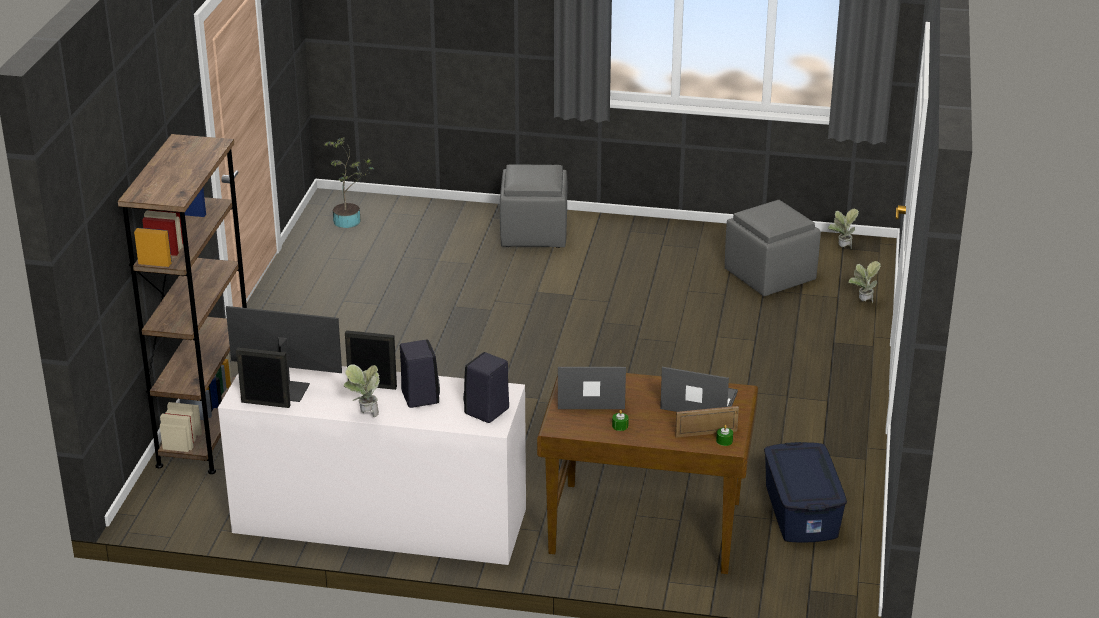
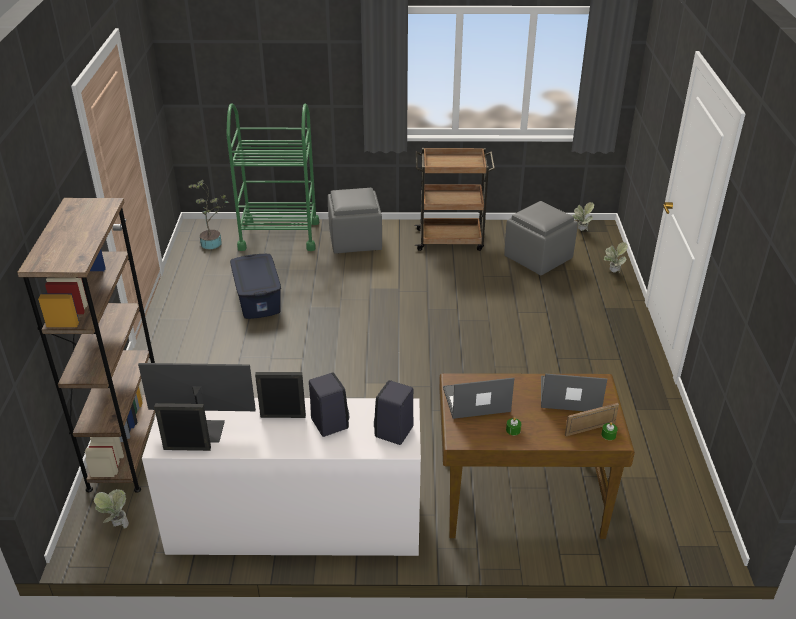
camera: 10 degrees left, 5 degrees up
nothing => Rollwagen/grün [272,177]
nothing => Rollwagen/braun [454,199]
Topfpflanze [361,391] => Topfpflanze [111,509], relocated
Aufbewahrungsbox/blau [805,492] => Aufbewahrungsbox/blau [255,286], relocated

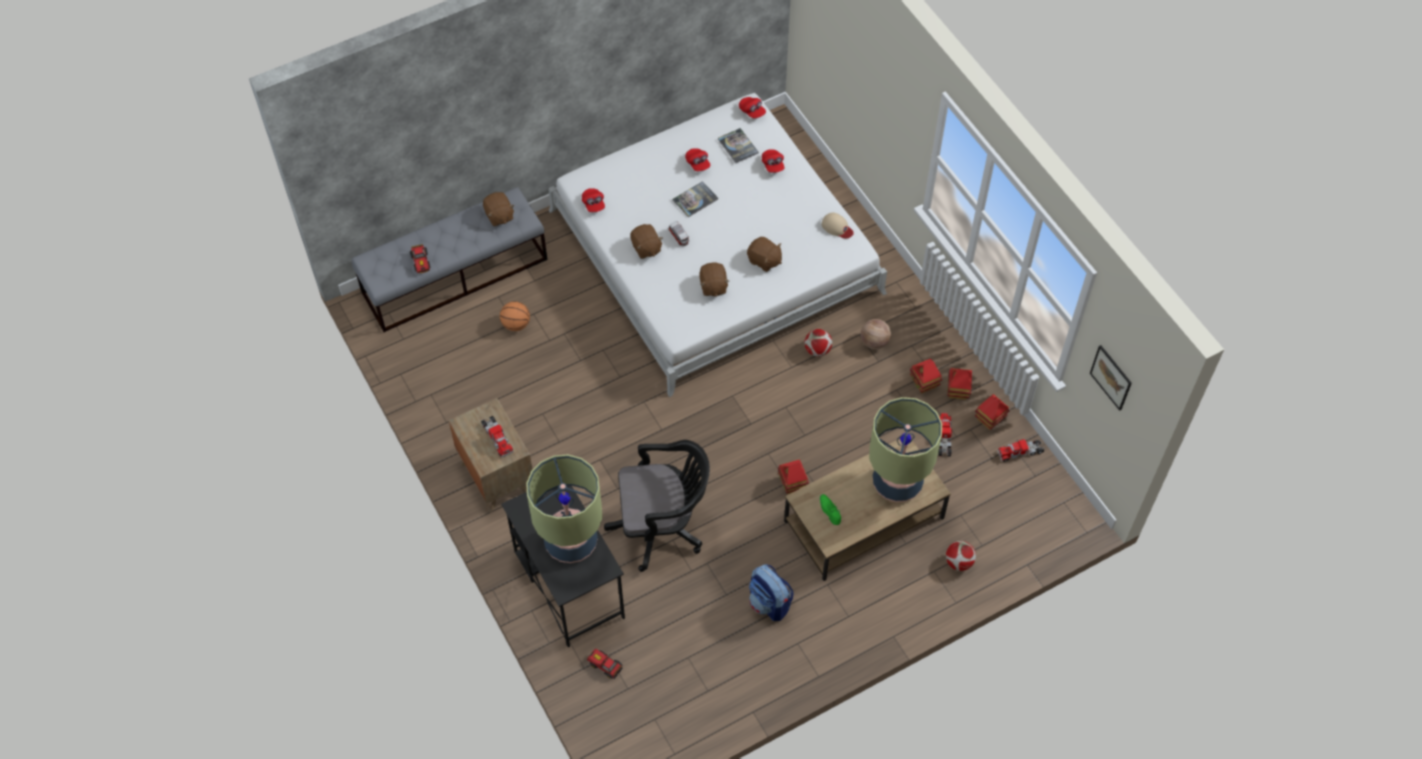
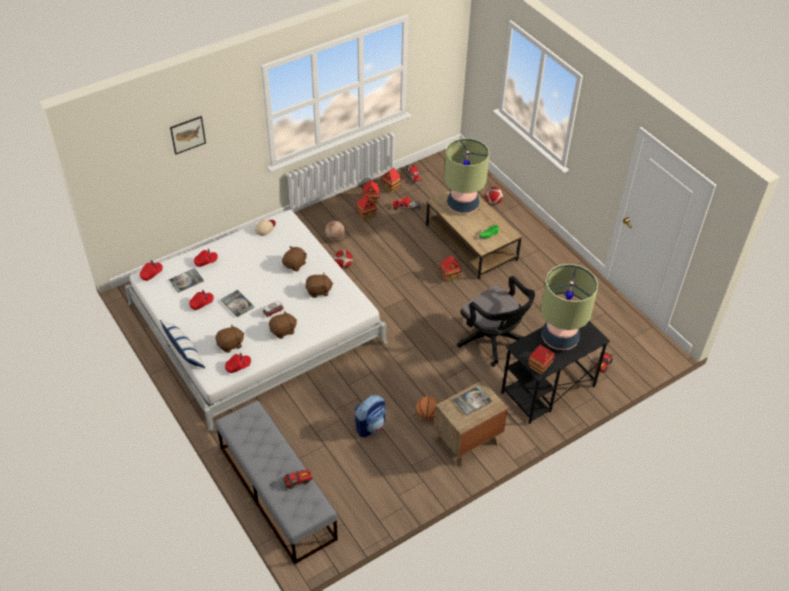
camera: 95 degrees left, 10 degrees down
nothing => Kissen [182,344]
nothing => Spielzeughaus [541,359]
Plüschtier/braun [498,209] => Plüschtier/braun [230,338], relocated
Basketball [515,316] => Basketball [427,408], relocated
Rucksack [771,592] => Rucksack [370,416], relocated
Bild [1111,378] => Bild [188,135], relocated
Spielzeuglaster [497,437] => Buch [472,401]
Bürostuhl/schwarz [657,506] => Bürostuhl/schwarz [496,321], 150 degrees clockwise

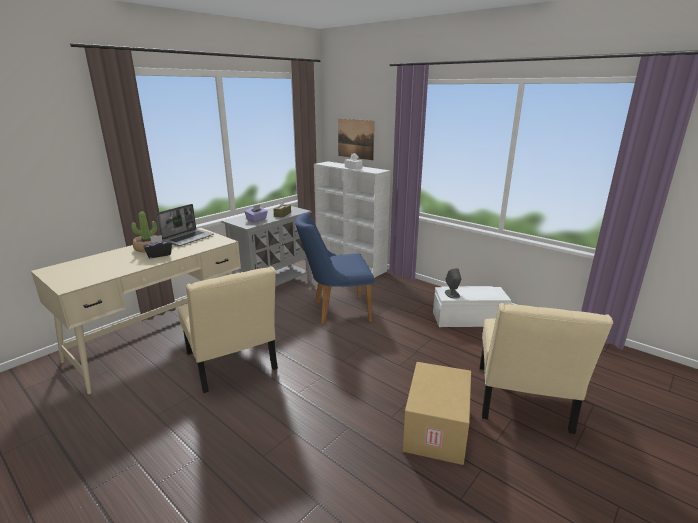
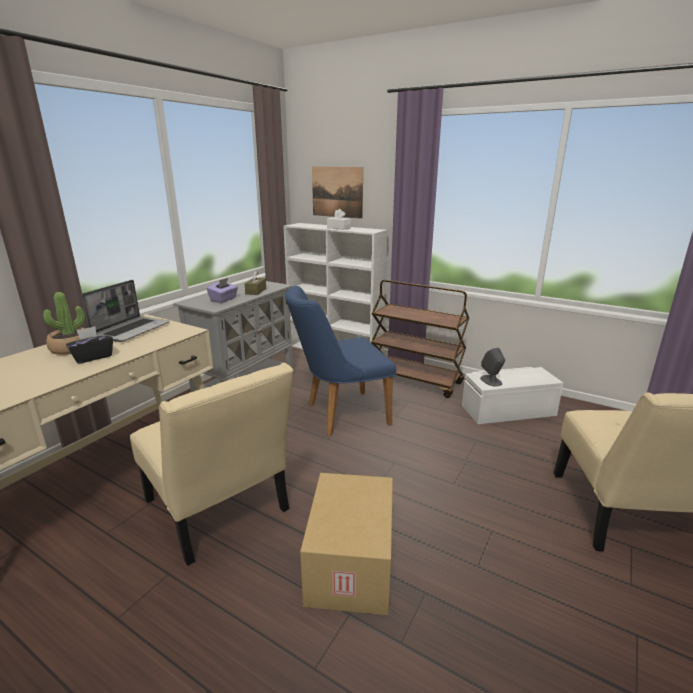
camera: 10 degrees left, 0 degrees up
nothing => Rollwagen/braun [420,339]
Karton [436,413] => Karton [346,544], relocated

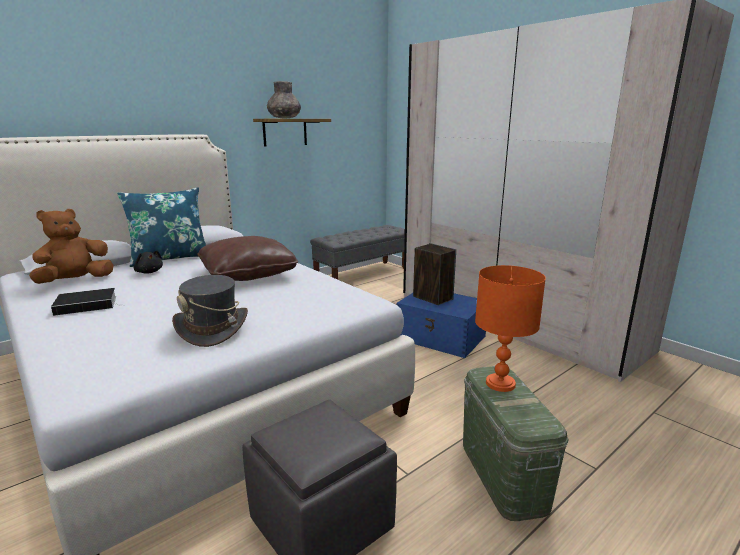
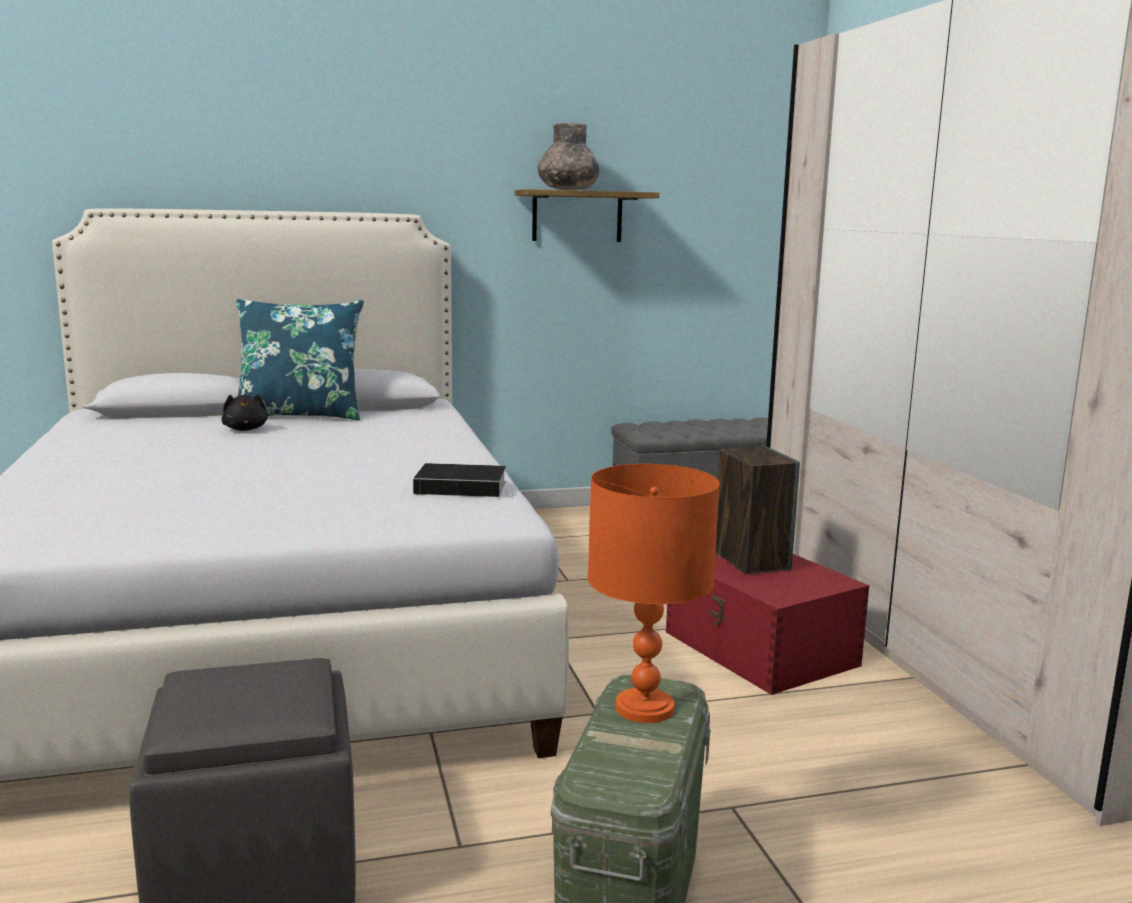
camera: 25 degrees right, 5 degrees down
Plüschtier/braun [71,246] => nothing
Hut/grau [210,311] => nothing
Kissen/braun [247,258] => nothing
Buch [87,302] => Buch [464,480], relocated
Aufbewahrungsbox/blau [441,325] => Aufbewahrungsbox/rot [767,624]

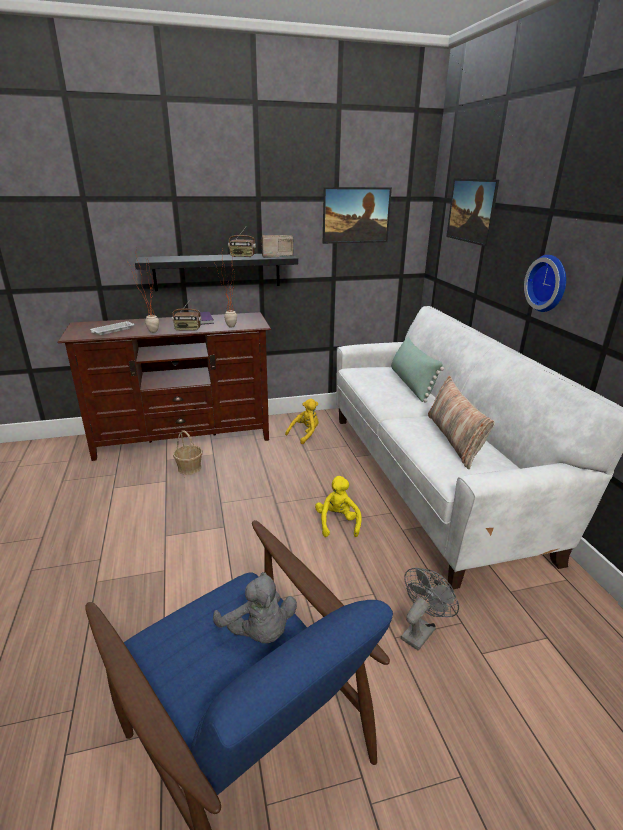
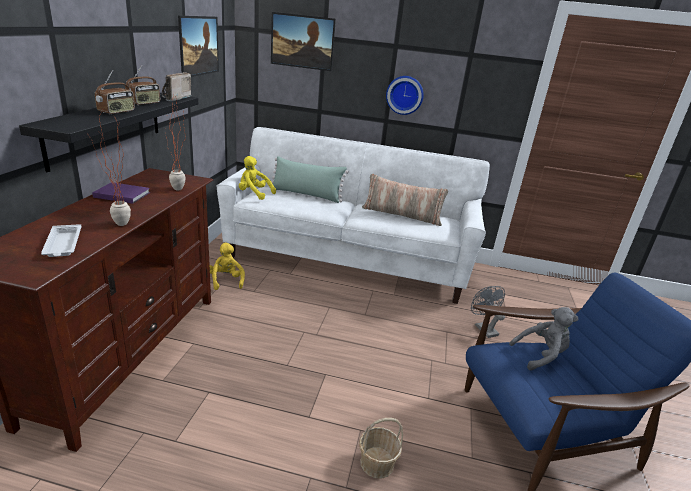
camera: 65 degrees left, 0 degrees up
Radio [187,315] => Radio [115,92], relocated
Korb [188,453] => Korb [381,448], relocated
Plüschtier/gelb [338,506] => Plüschtier/gelb [257,178], relocated

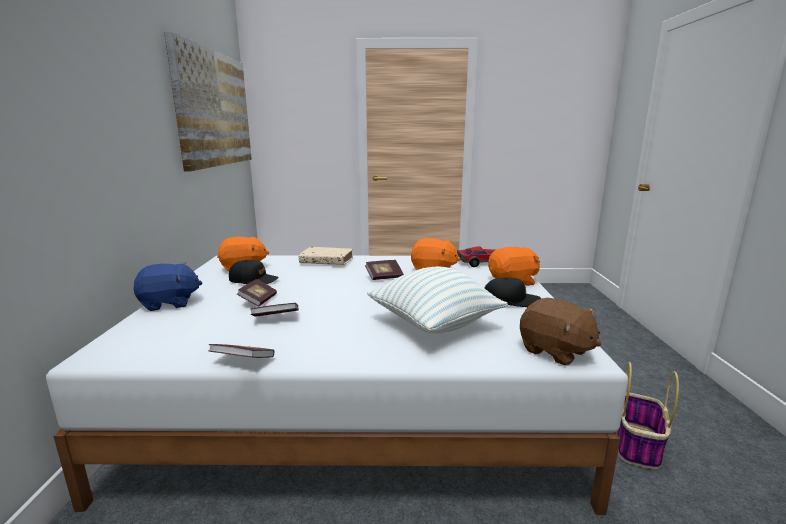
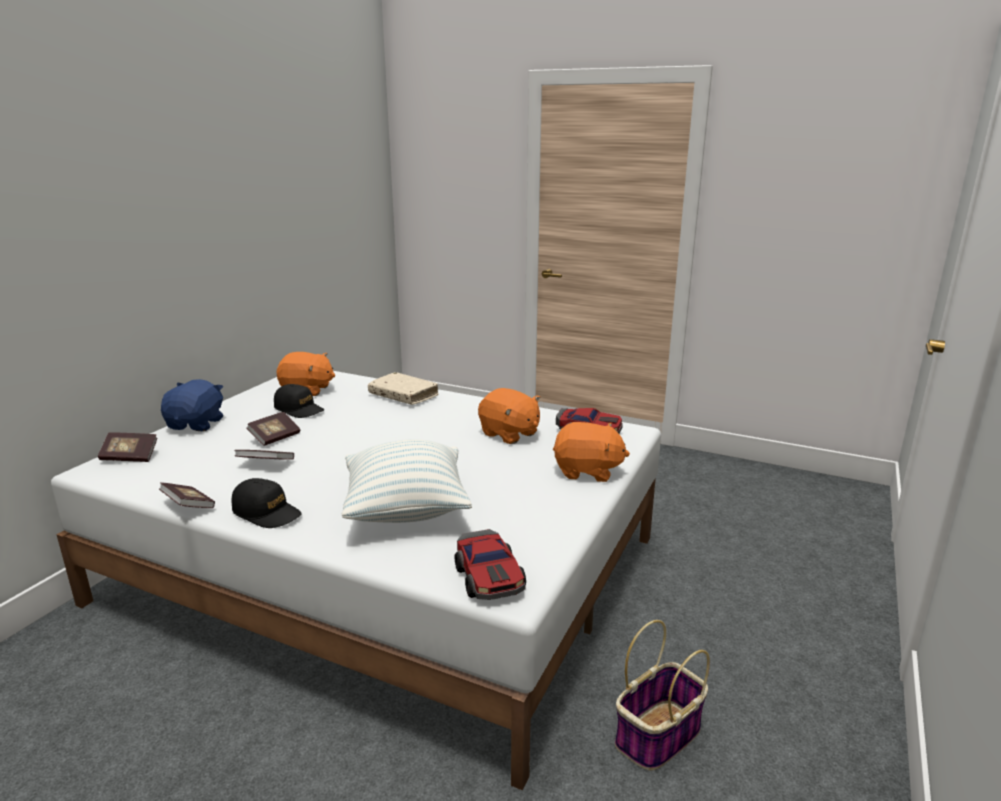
camera: 25 degrees right, 5 degrees up
Bild [208,101] => nothing
Buch [384,270] => Buch [127,447], relocated
Kappe/schwarz [513,292] => Kappe/schwarz [266,503], relocated
Plüschtier/braun [560,332] => Spielzeugauto [490,564]
Plüschtier/blau [168,287] => Plüschtier/blau [192,405], 90 degrees counterclockwise

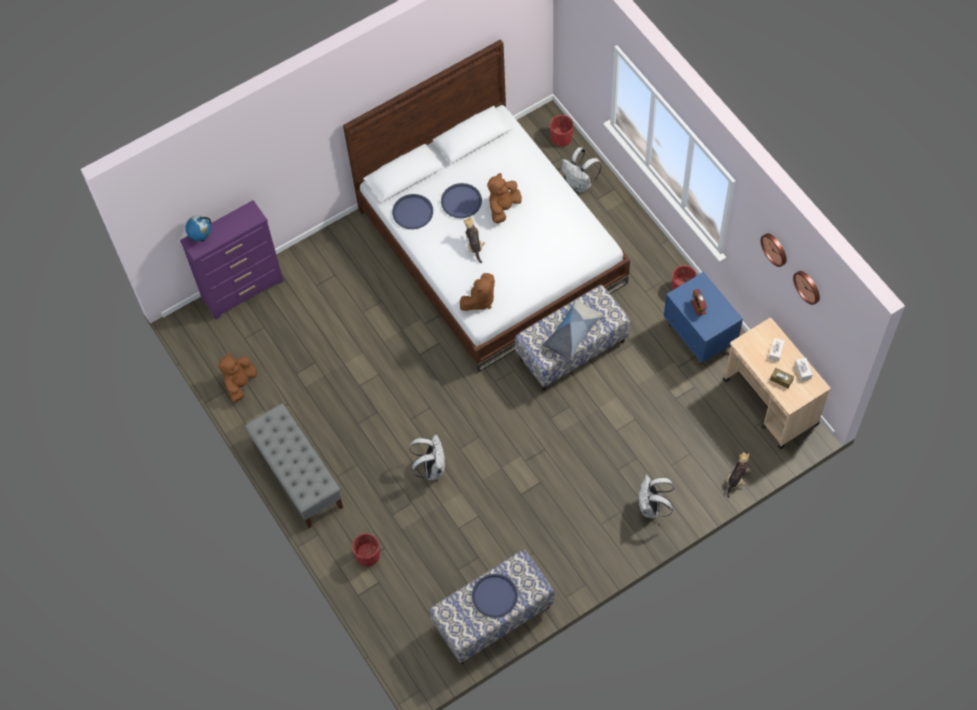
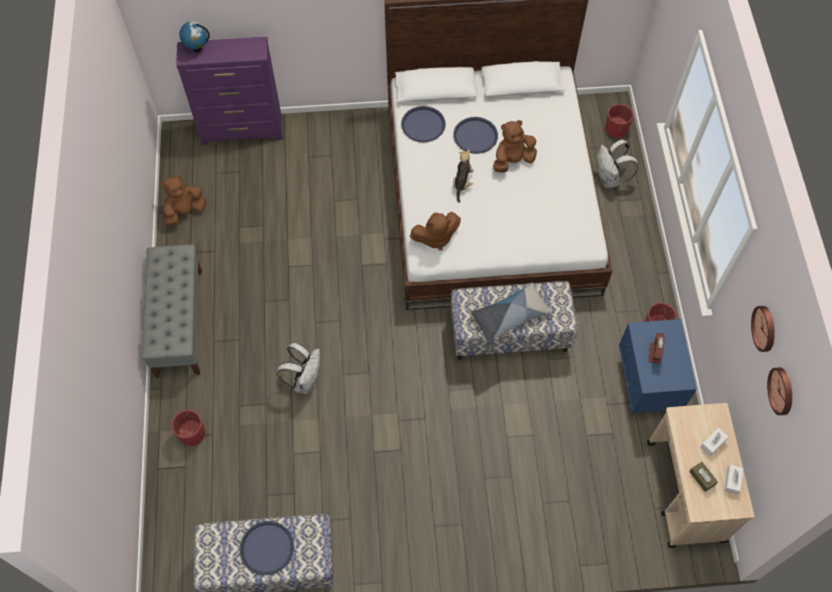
camera: 25 degrees right, 0 degrees up
Rucksack/weiß [656,496] => nothing
Plüschtier [739,475] => nothing

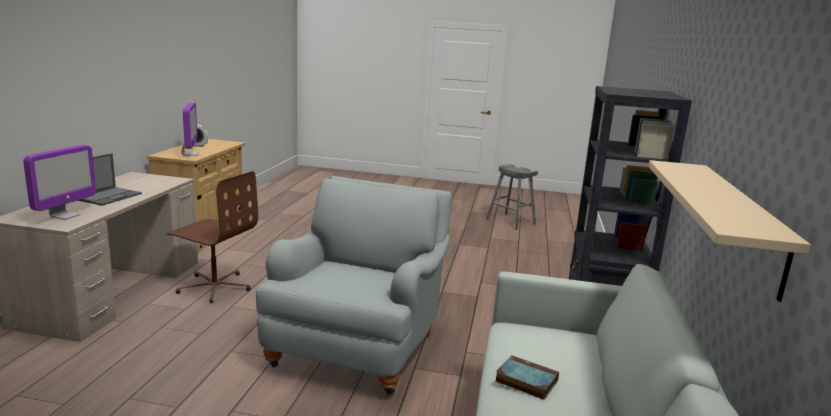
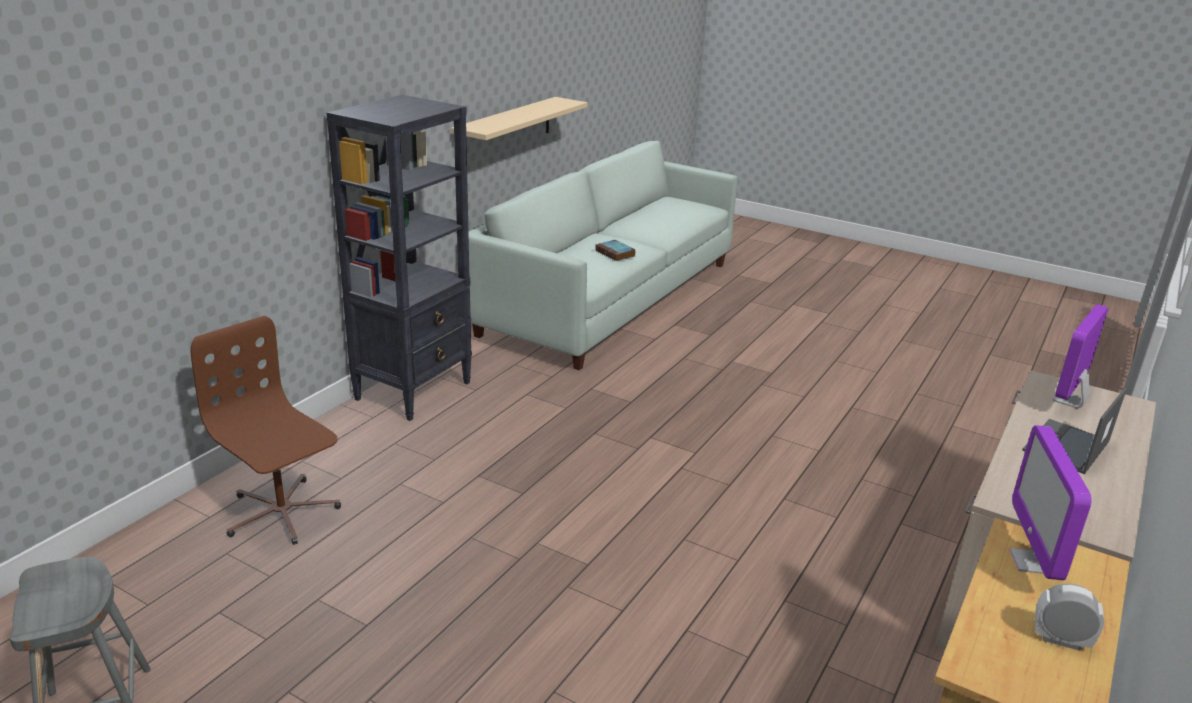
camera: 160 degrees left, 10 degrees up
Sessel/grau [354,285] => nothing
Bürostuhl/braun [212,237] => Bürostuhl/braun [266,430], relocated

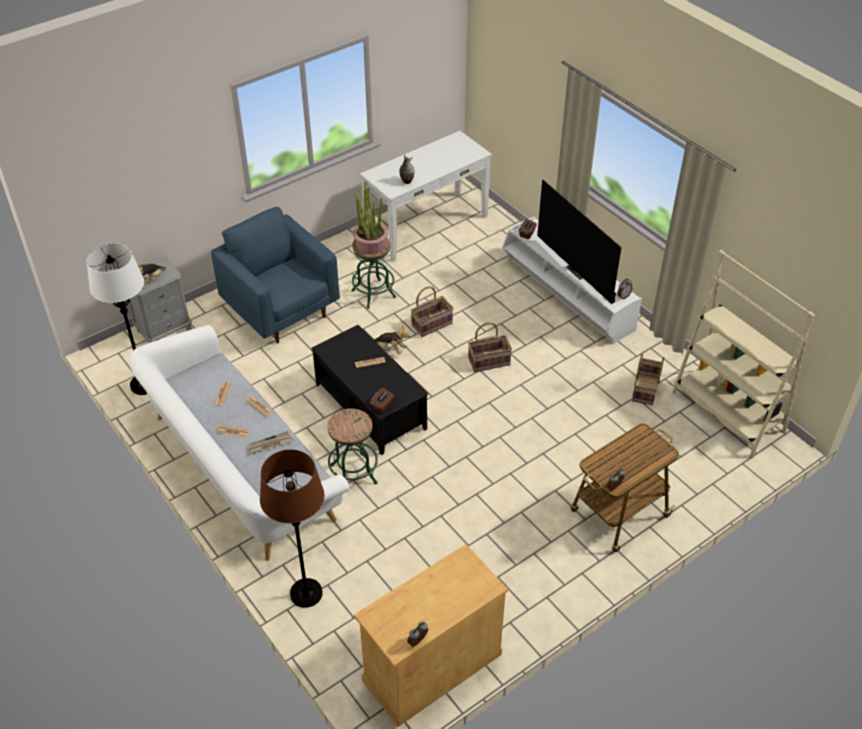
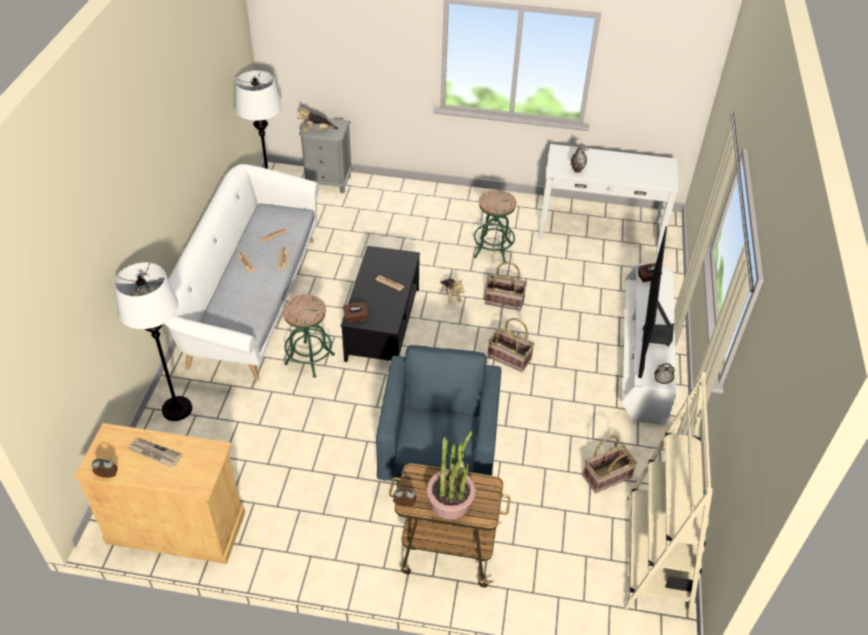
camera: 45 degrees right, 0 degrees up
Sessel/blau [275,275] => Sessel/blau [438,417], relocated
Zeitung [270,442] => Zeitung [155,452], relocated
Topfpflanze [370,217] => Topfpflanze [451,475], relocated
Stehlampe/braun [292,528] => Stehlampe/weiß [153,341]

